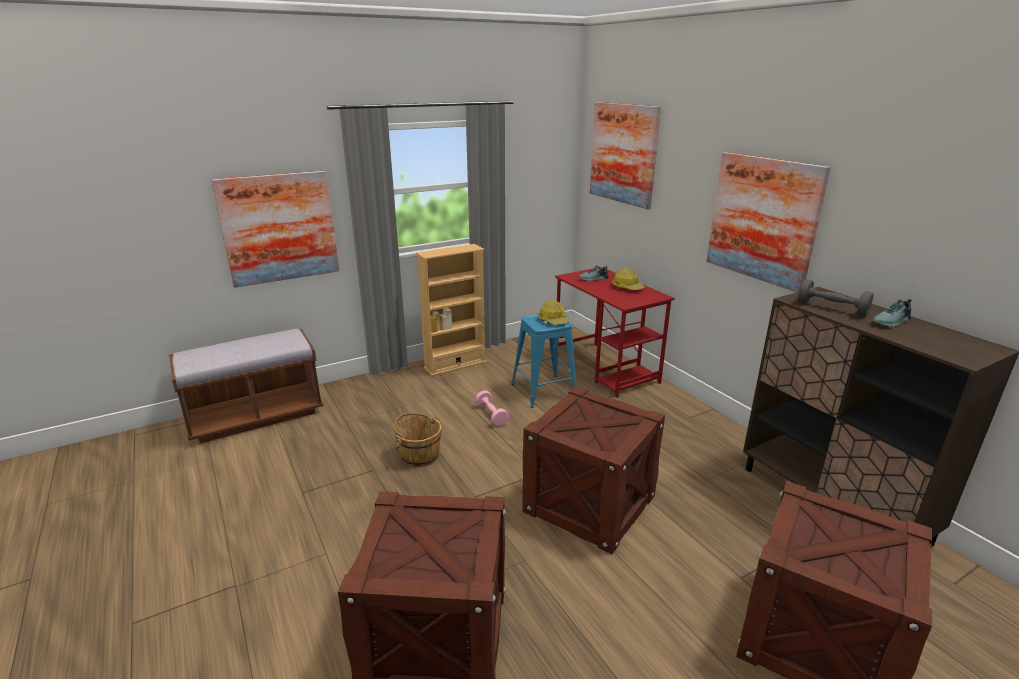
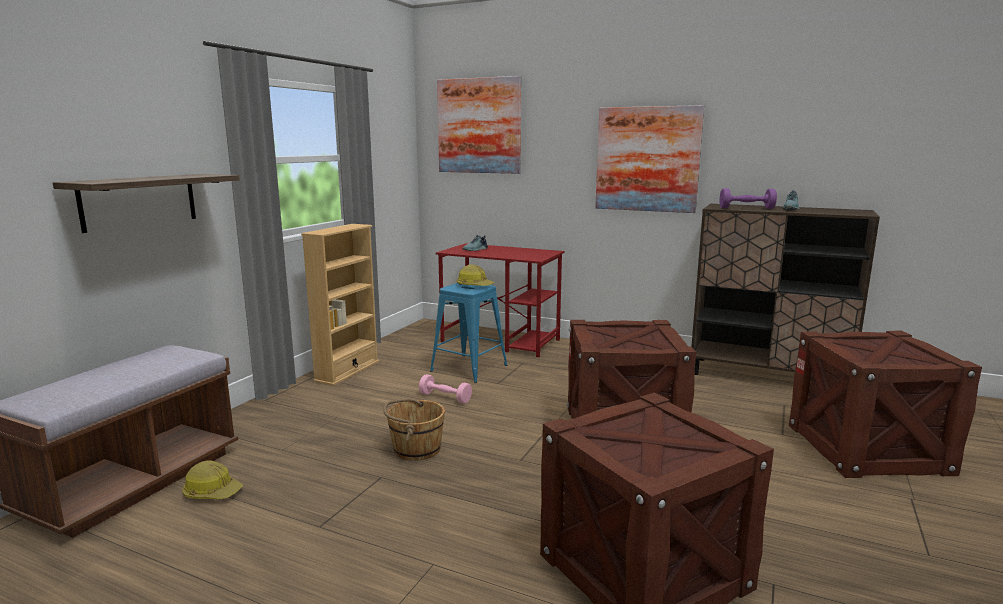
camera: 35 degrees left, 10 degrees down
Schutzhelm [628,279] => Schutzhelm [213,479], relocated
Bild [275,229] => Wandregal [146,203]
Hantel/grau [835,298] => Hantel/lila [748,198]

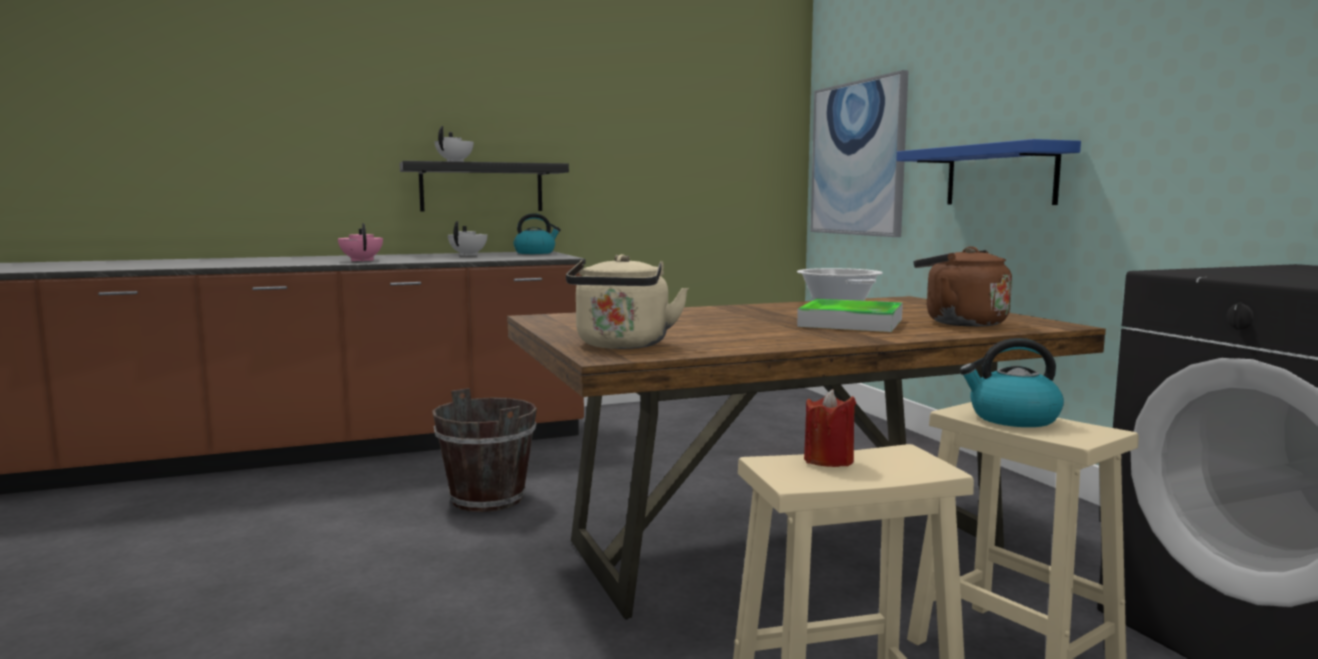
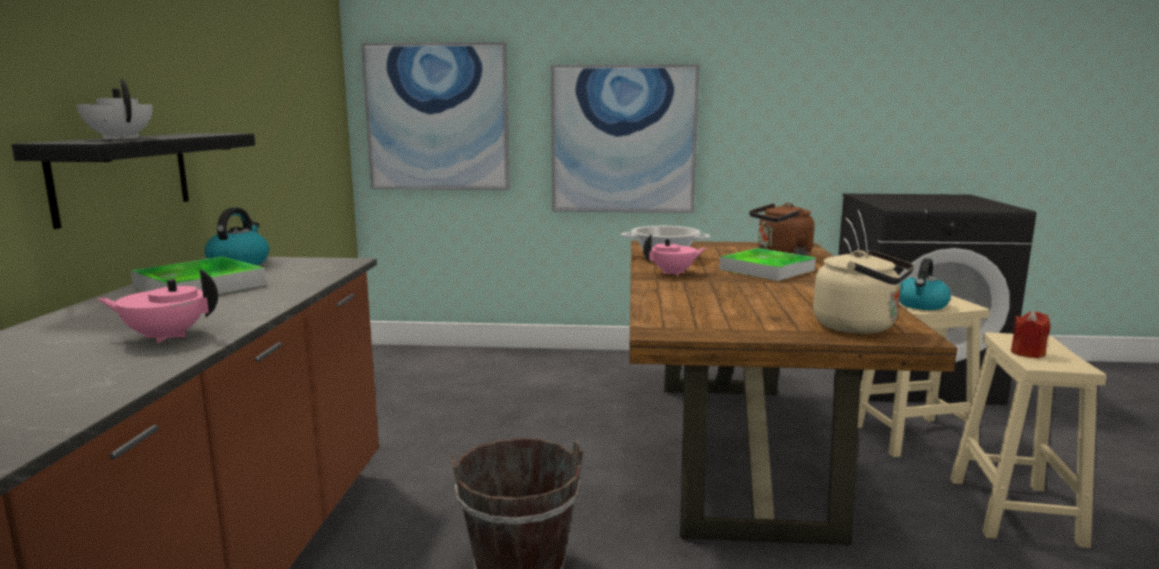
camera: 65 degrees left, 5 degrees up
nothing => Teekanne/rosa [675,255]
Teekanne/weiß [467,238] => Tablett [198,275]
Wandregal/blau [988,172] => Bild [625,138]

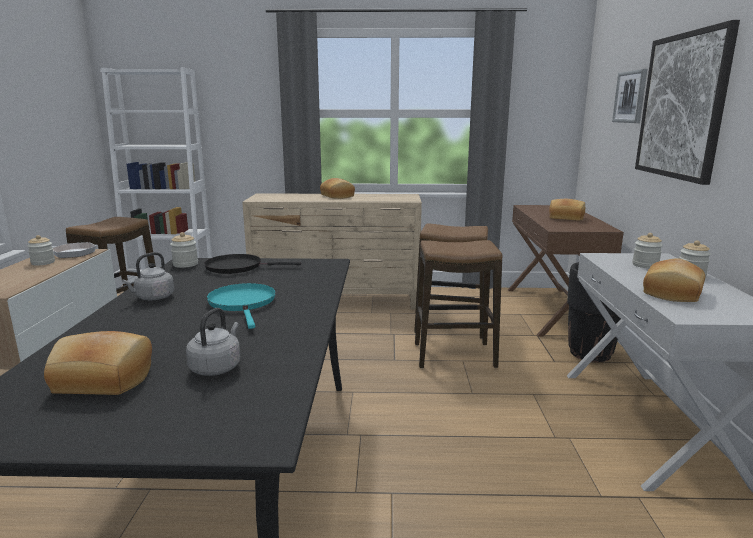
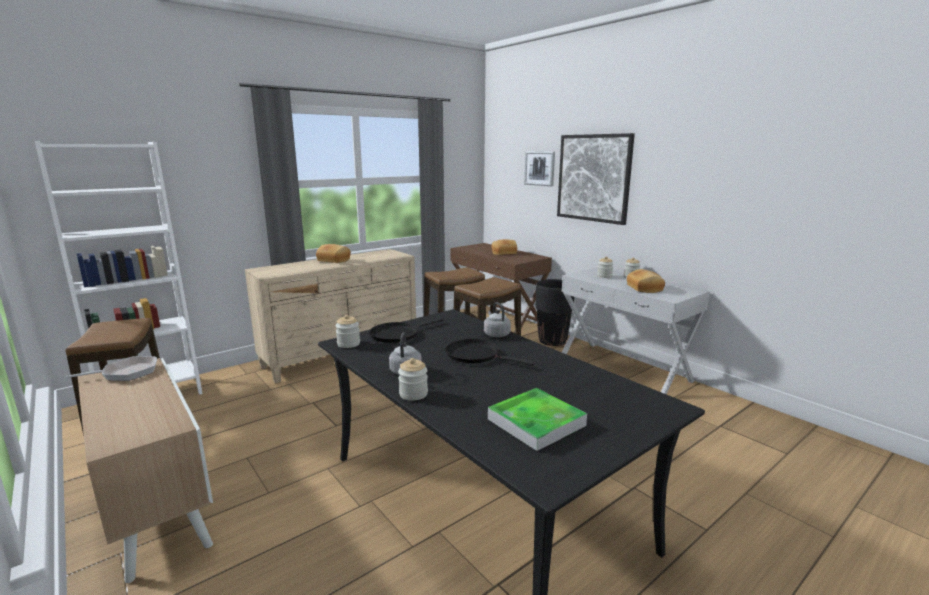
camera: 40 degrees left, 0 degrees up
Vorratsglas [41,250] => Vorratsglas [413,379], relocated
Wasserkessel/grau [213,342] => Wasserkessel/grau [497,319], relocated
Brot [98,363] => Tablett [537,419]
Pfanne/türkis [241,306] => Pfanne/schwarz [490,352]

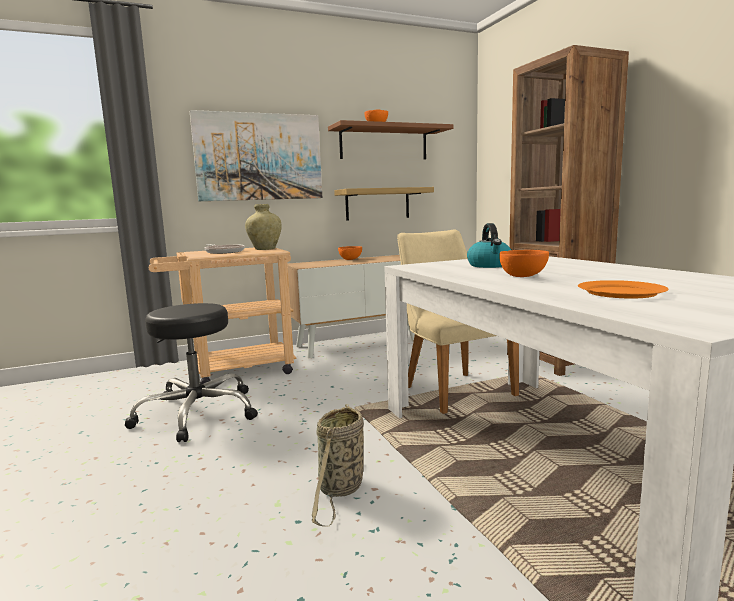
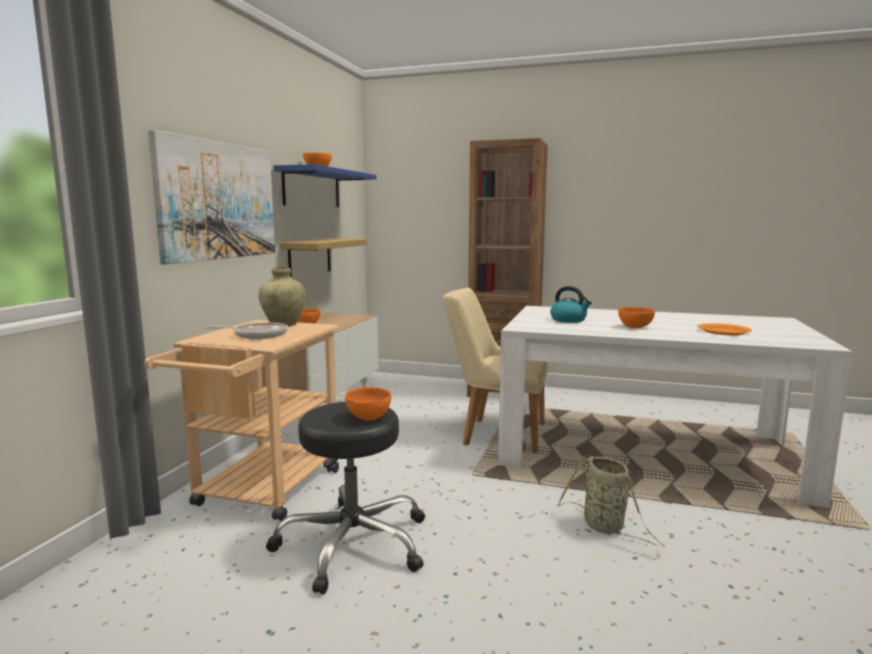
camera: 50 degrees left, 0 degrees up
nothing => Schüssel/orange [368,404]
Wandregal/braun [391,139] => Wandregal/blau [325,185]

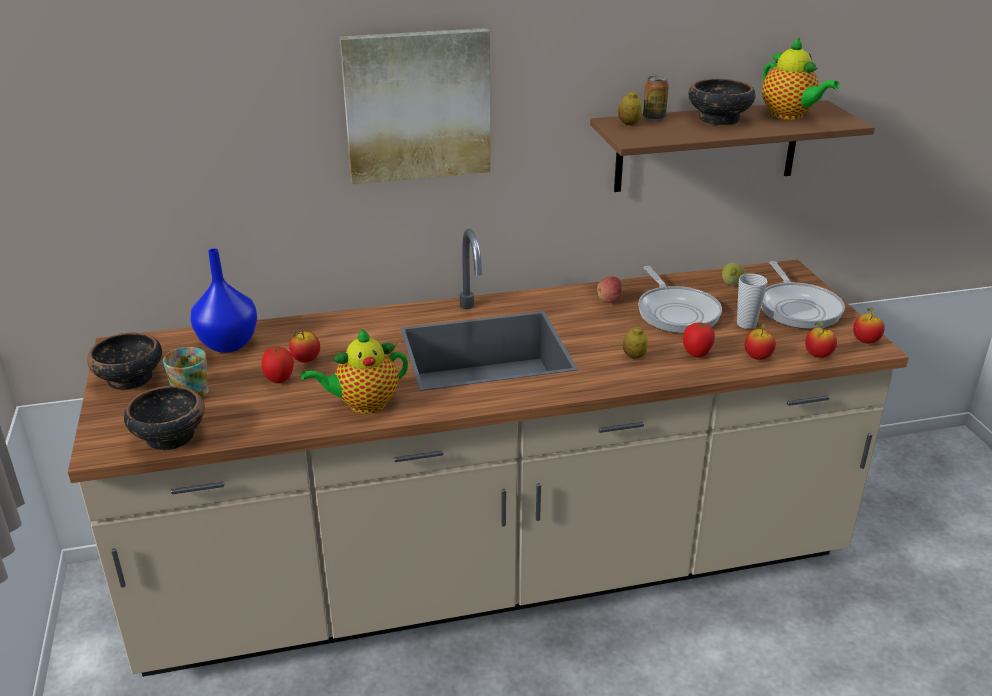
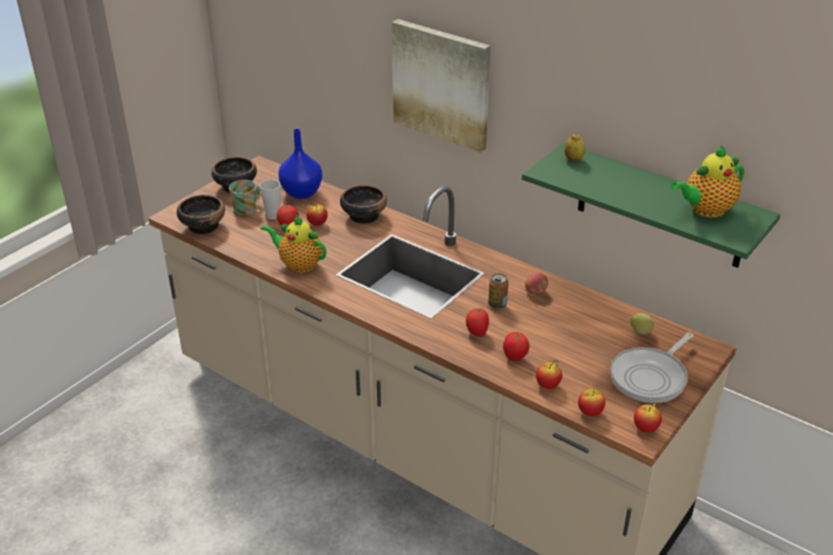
camera: 50 degrees right, 5 degrees up
Pfanne [680,299] => nothing
Dose [656,98] => Dose [498,291], relocated
Schüssel [722,102] => Schüssel [363,204], relocated
Tasse [752,301] => Tasse [270,199], relocated
Zitrone [635,343] => Tomate [477,322]
Wandregal/braun [732,146] => Wandregal/grün [651,205]
Teekanne [801,78] => Teekanne [707,181], 45 degrees clockwise

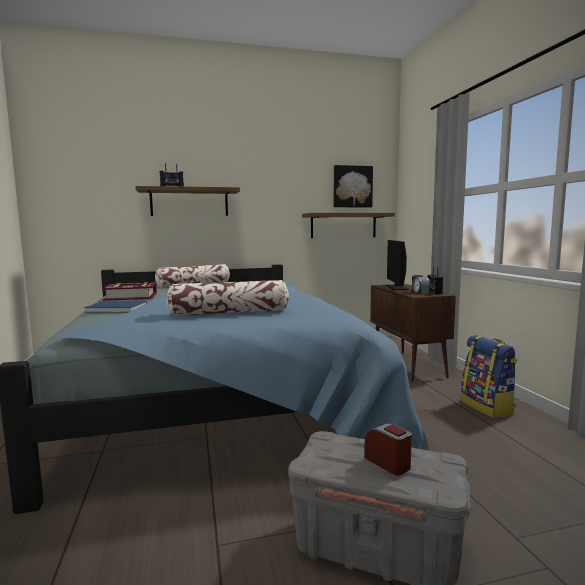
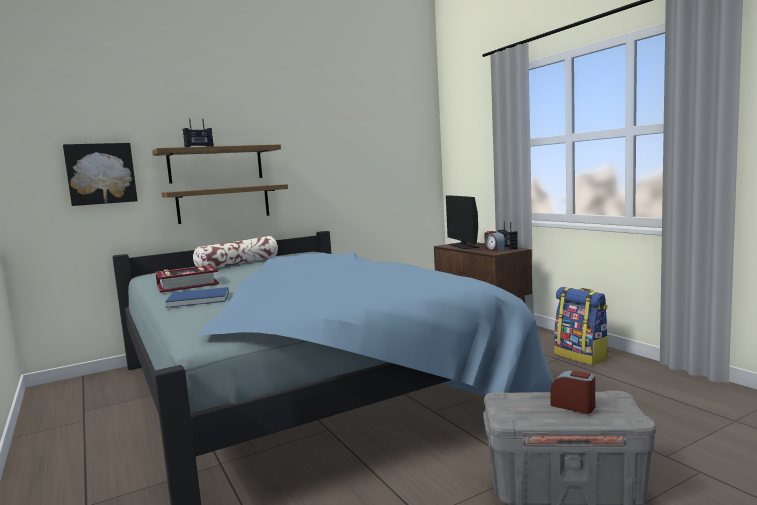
camera: 15 degrees left, 0 degrees up
Kissen [227,298] => nothing
Wandregal [348,225] => Wandregal [225,204], relocated
Bild [353,186] => Bild [100,174], relocated

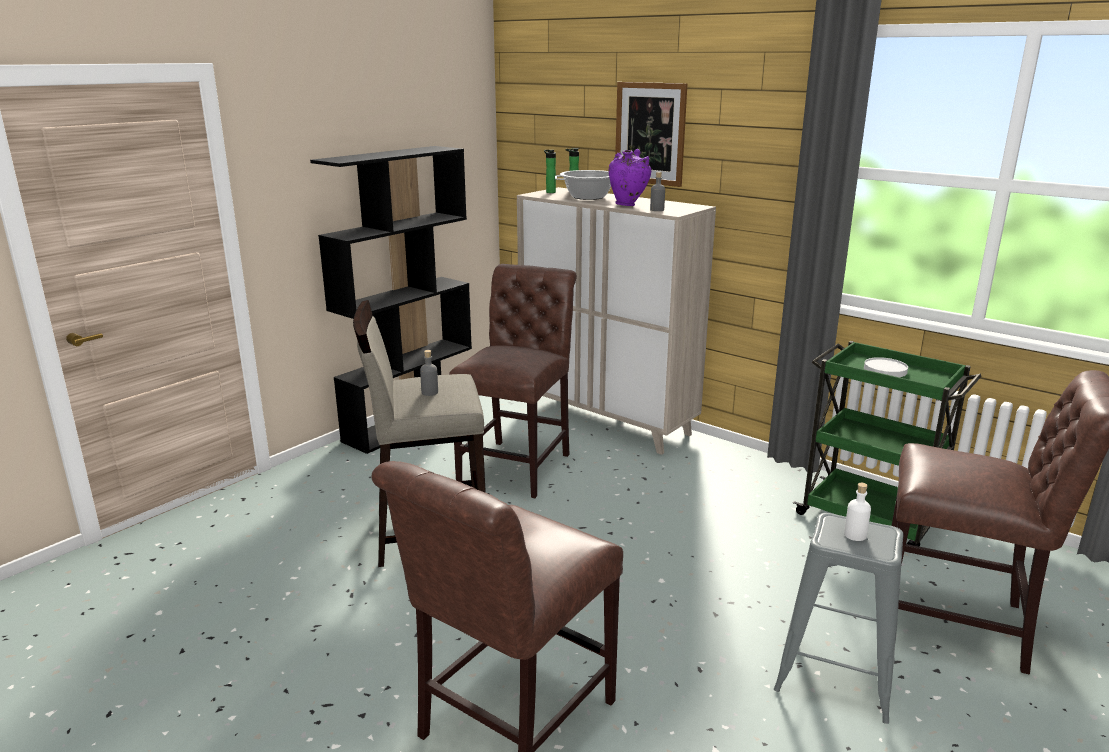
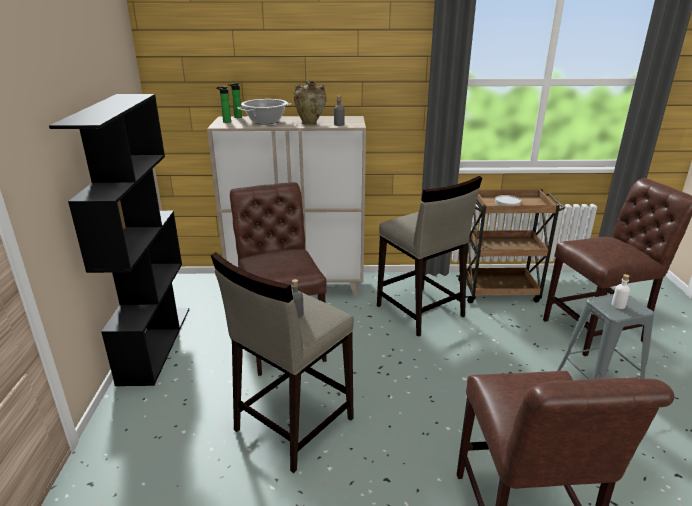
camera: 40 degrees left, 5 degrees up
Bild [651,134] => nothing
nothing => Hocker/beige [429,256]
Vase/lila [630,177] => Vase/beige [310,102]
Rollwagen/grün [887,443] => Rollwagen/braun [510,246]

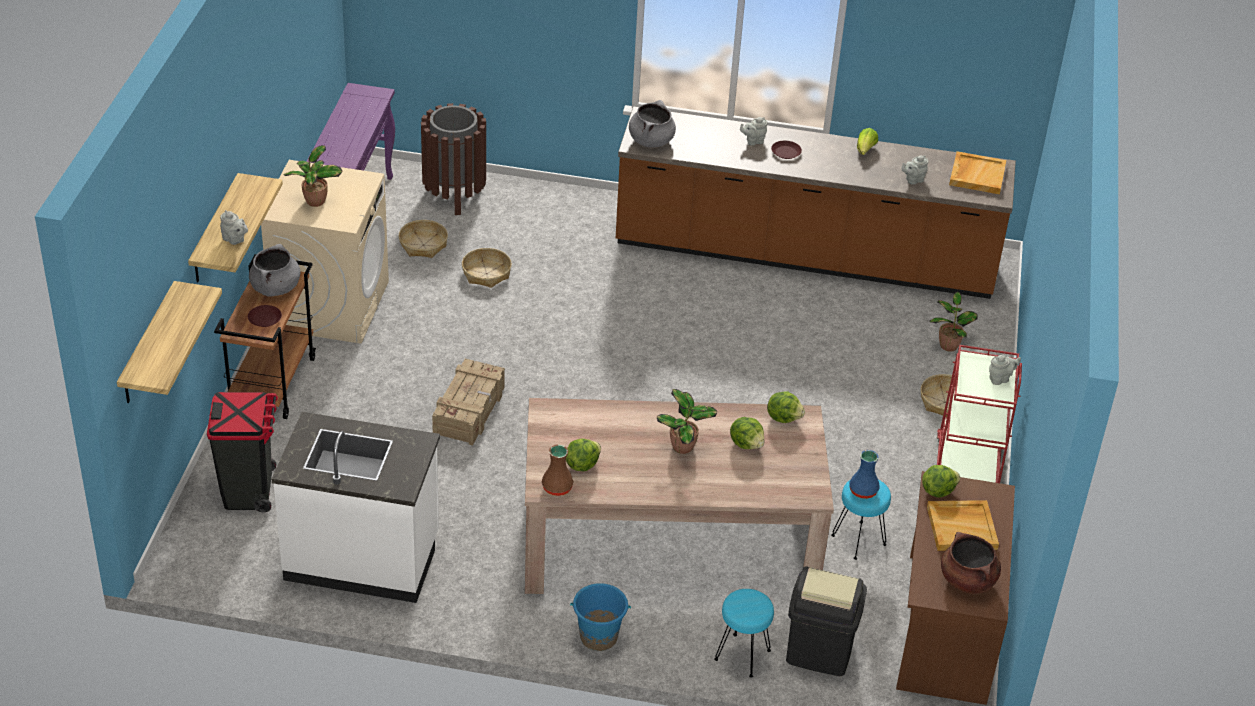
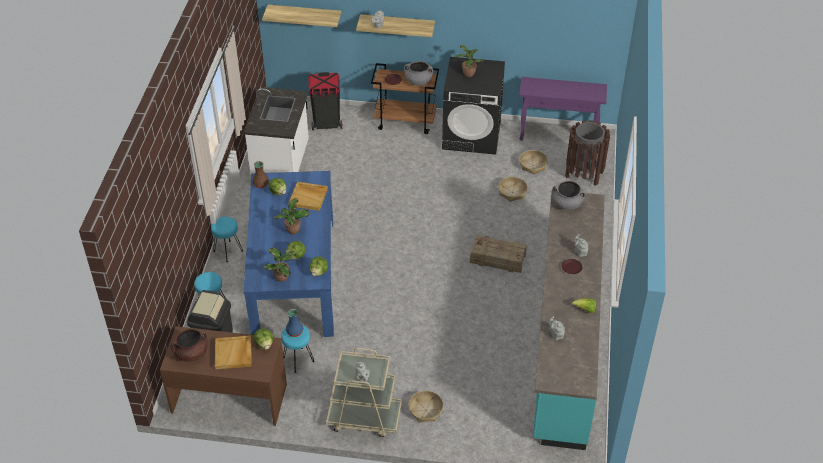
camera: 90 degrees right, 5 degrees up
Kiste [468,402] => Kiste [498,254], relocated
Topfpflanze [953,322] => Topfpflanze [280,264], relocated
Tablett/beige [977,172] => Tablett/beige [308,196], relocated
Eimer/blau [600,617] => Hocker/türkis [227,239]
Waschmaschine/beige [325,252] => Waschmaschine/schwarz [473,106]
Esstisch/beige [679,496] => Esstisch/blau [289,254]
Küchenzeile/braun [816,202] => Küchenzeile/türkis [569,321]
Rollwagen/rot [979,414] => Rollwagen/beige [364,392]

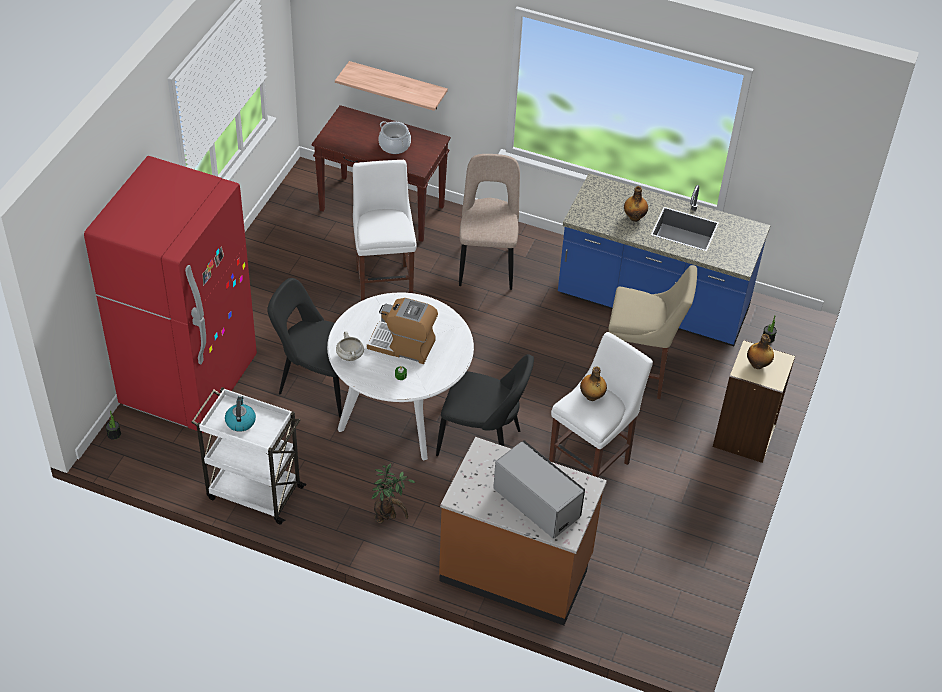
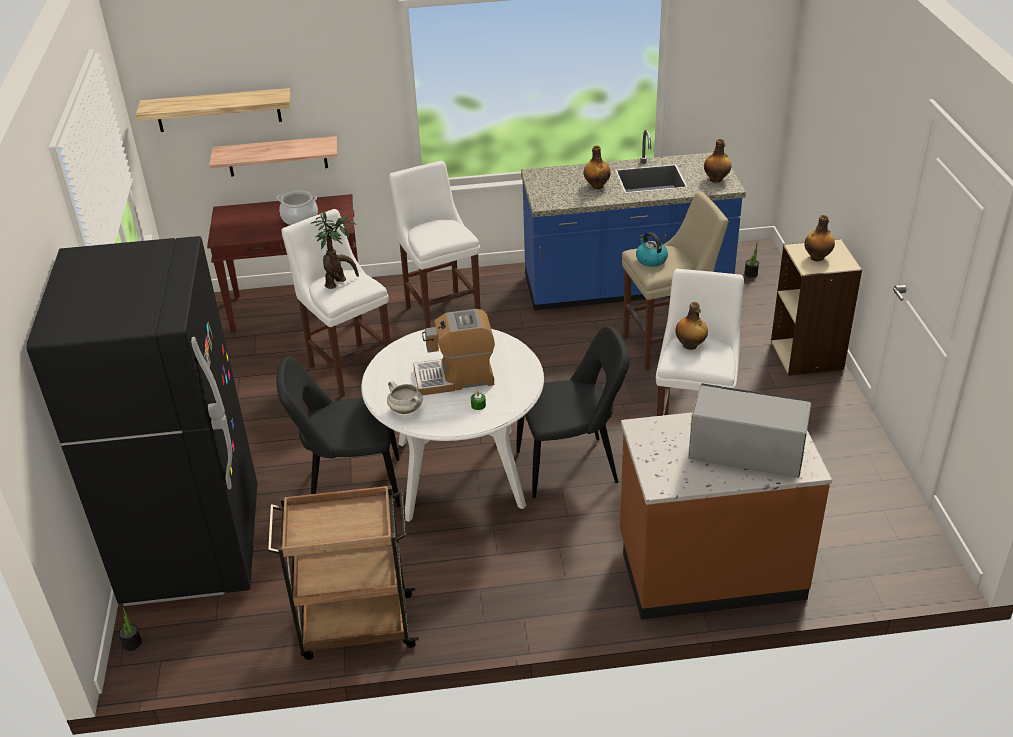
camera: 25 degrees left, 10 degrees down
nothing => Wandregal [213,110]
nothing => Flasche [717,161]
Wasserkessel [240,414] => Wasserkessel [652,249], relocated
Topfpflanze [393,493] => Topfpflanze [334,250], relocated
Stuhl/beige [489,222] => Hocker/weiß [435,244]
Kühlschrank/rot [170,294] => Kühlschrank/schwarz [141,421]
Rollwagen/weiß [249,455] => Rollwagen/braun [343,572]

